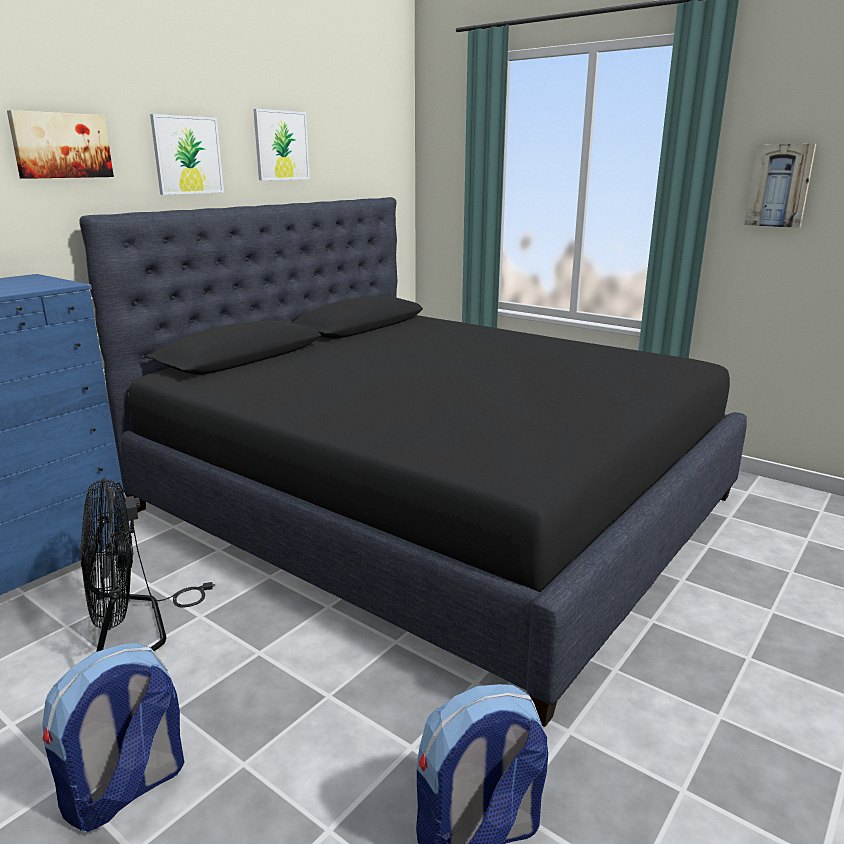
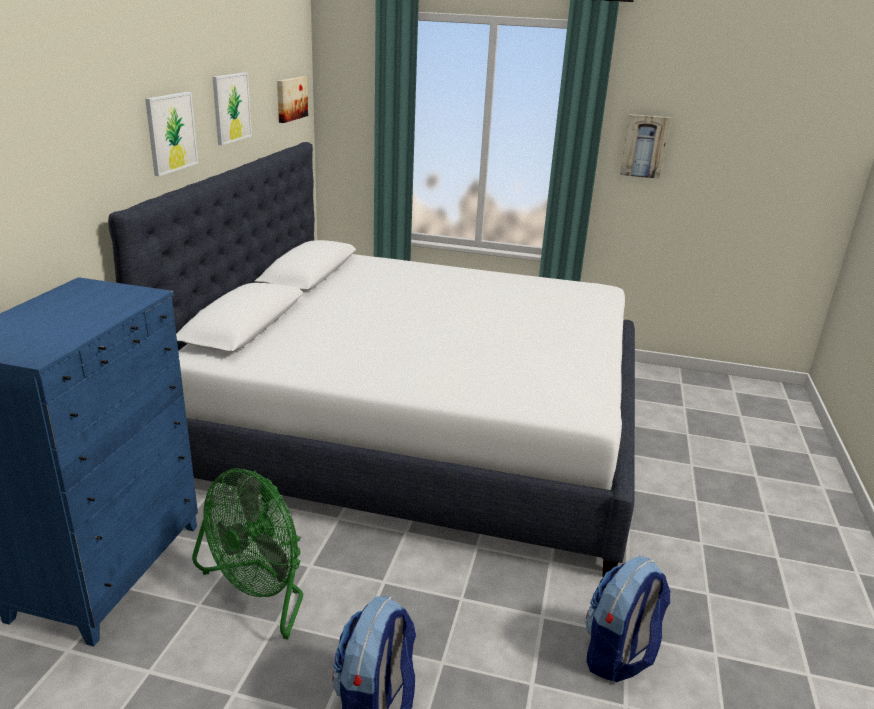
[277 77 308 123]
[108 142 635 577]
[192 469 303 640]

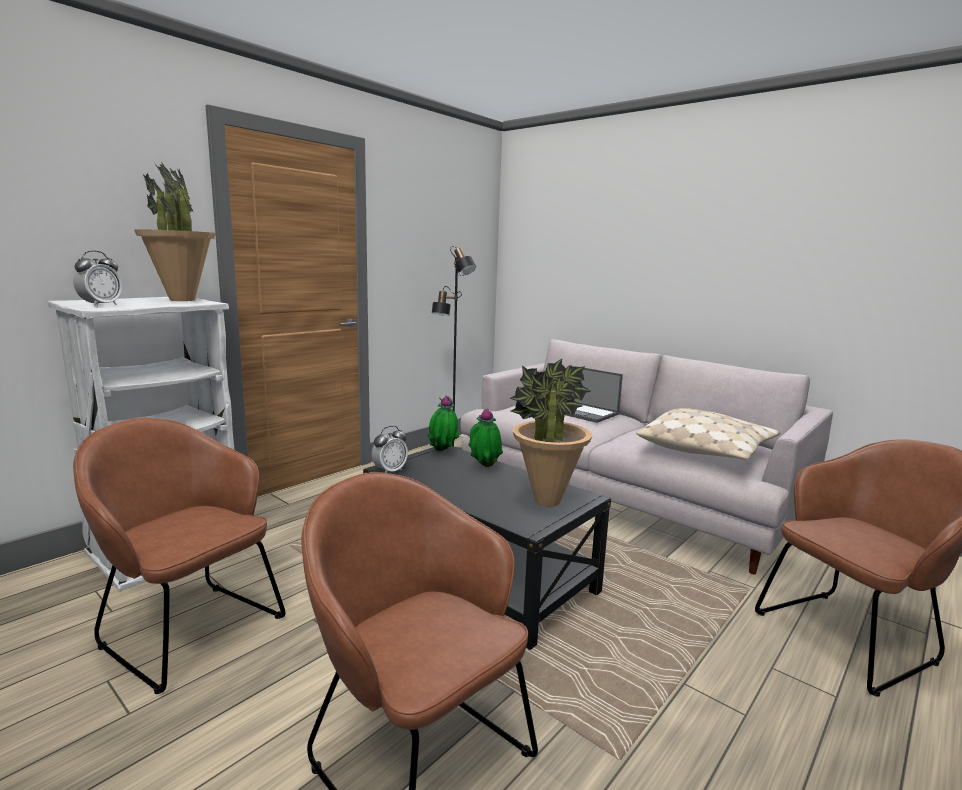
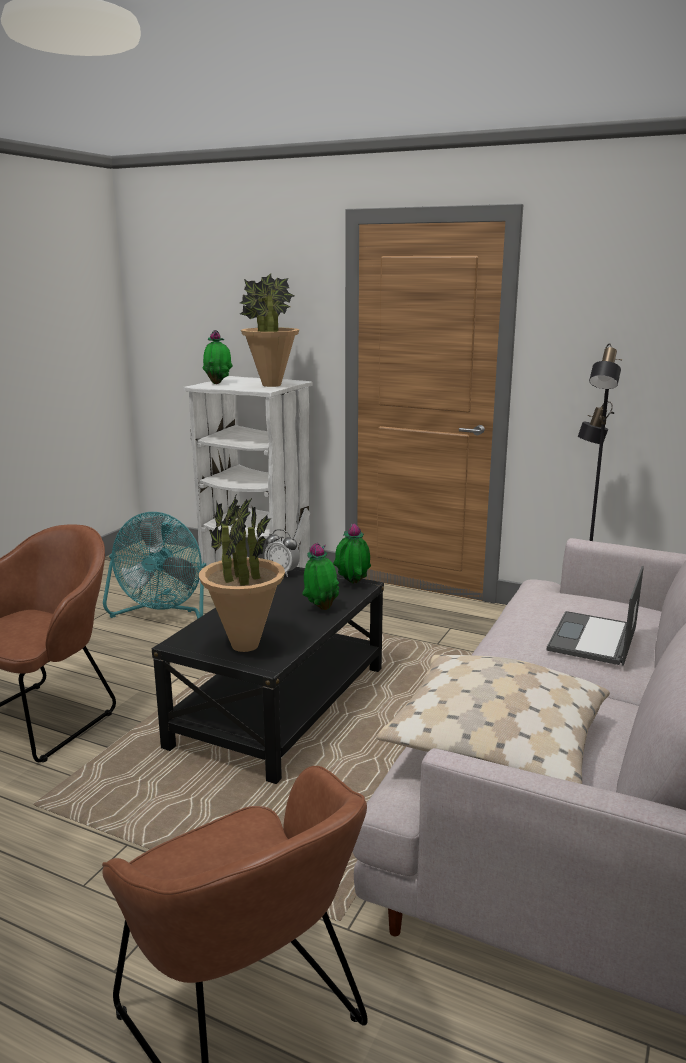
[203 330 233 384]
[103 512 206 619]

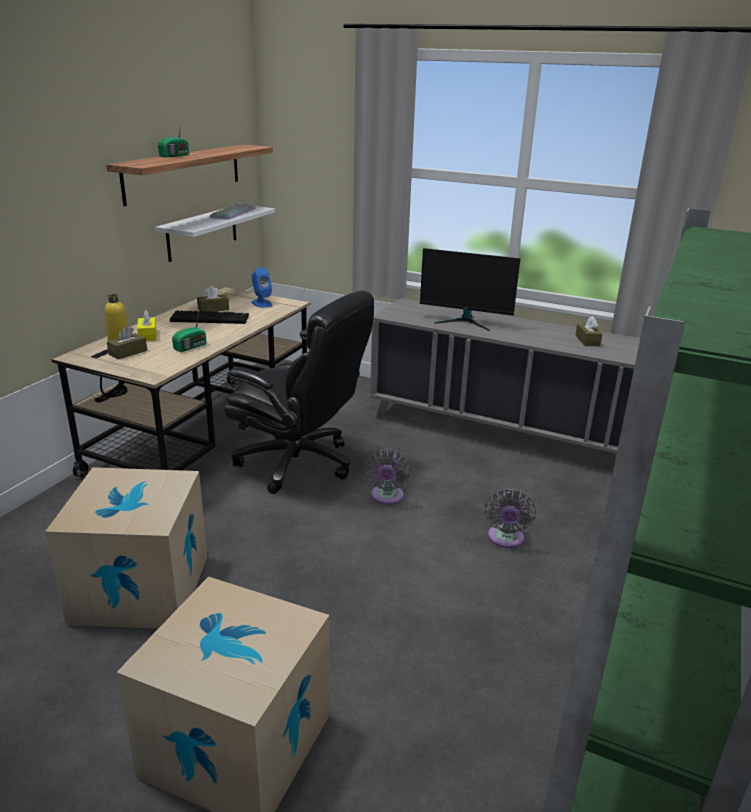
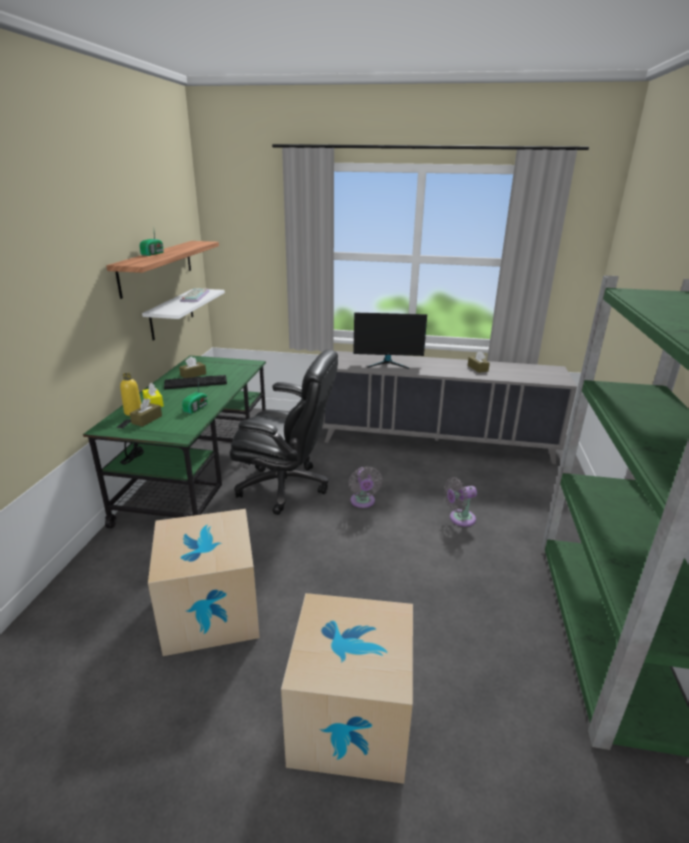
[252 267 272 308] (first image)
[83 356 266 529]
[444 477 477 527]

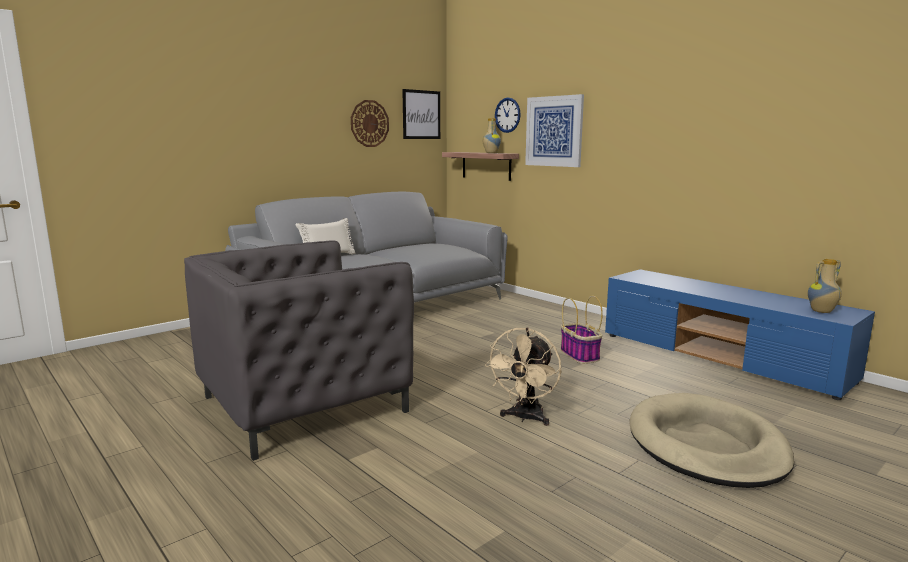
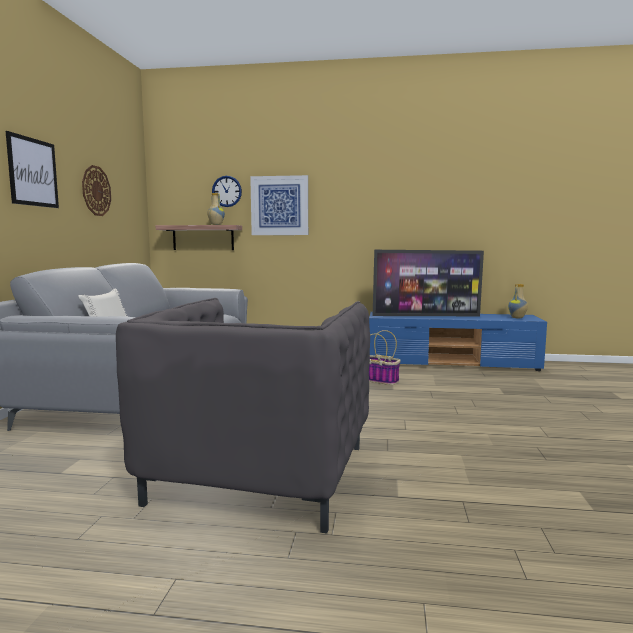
[485 327 561 426] (first image)
[629 393 794 488] (first image)
[373 250 484 316]
[6 131 59 208]

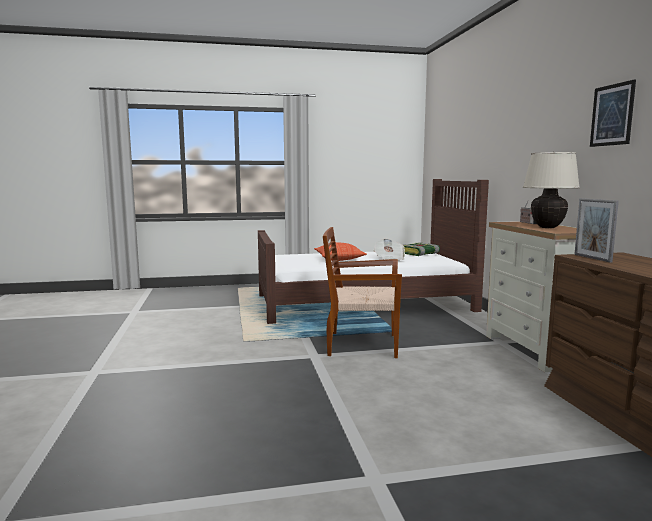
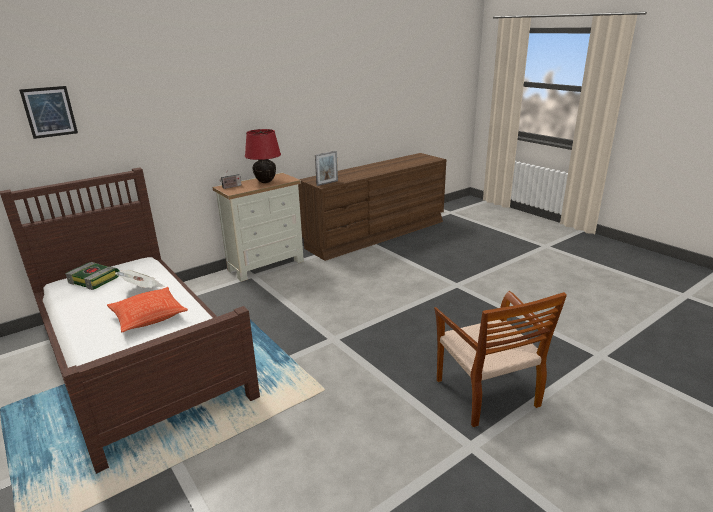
[434 291 567 427]
[19 86 78 139]
[245 129 281 183]

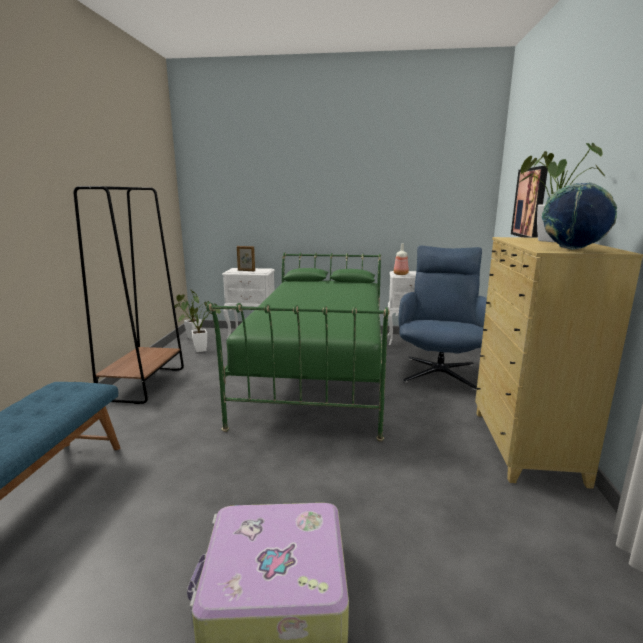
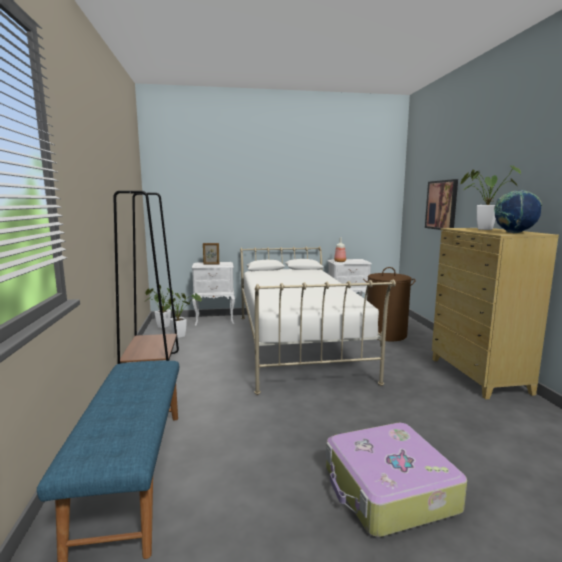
[363 267 416 342]
[240 246 396 395]

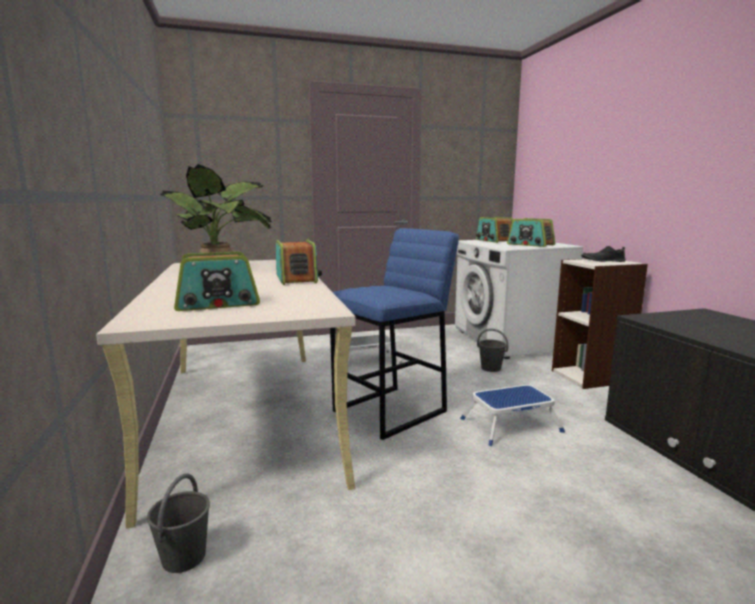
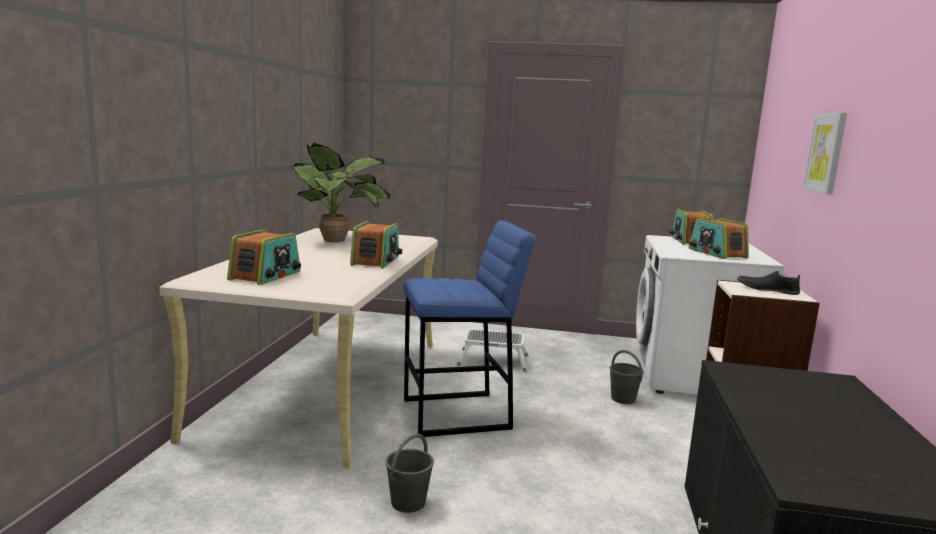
[460 385 565 446] (first image)
[803 112 847 194]
[386 434 434 513]
[227 229 301 285]

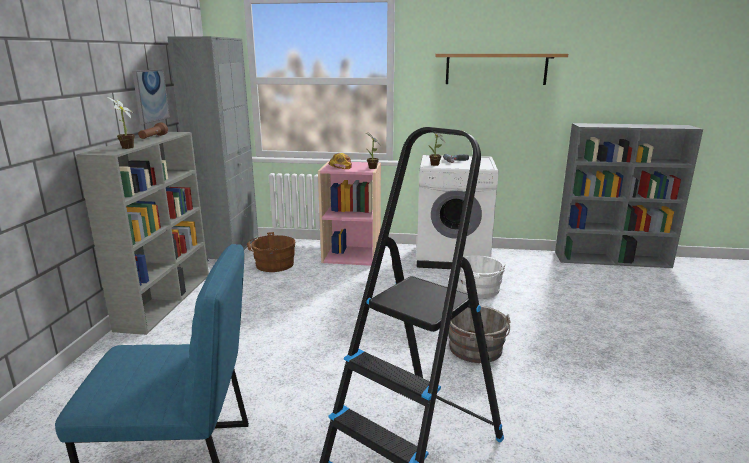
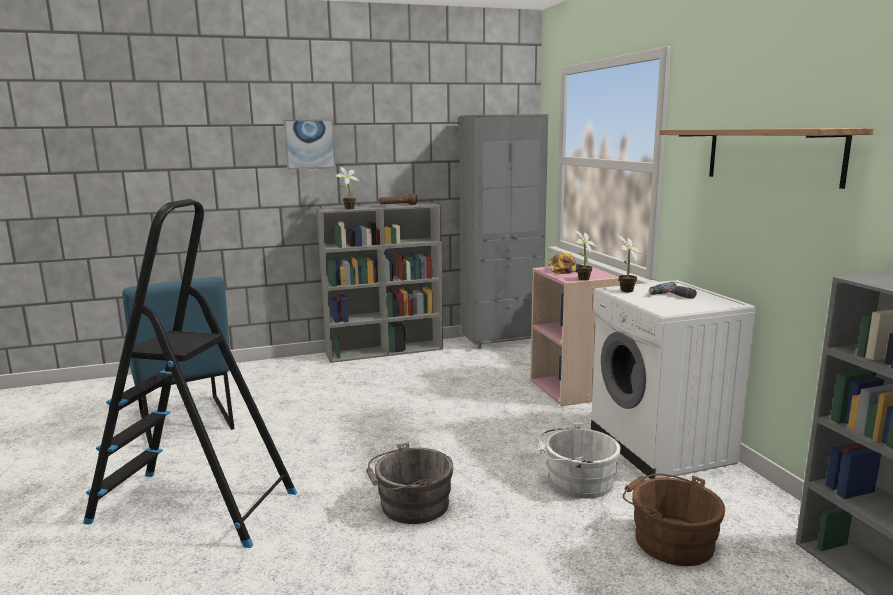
[284 119 336 170]
[623 474 725 566]

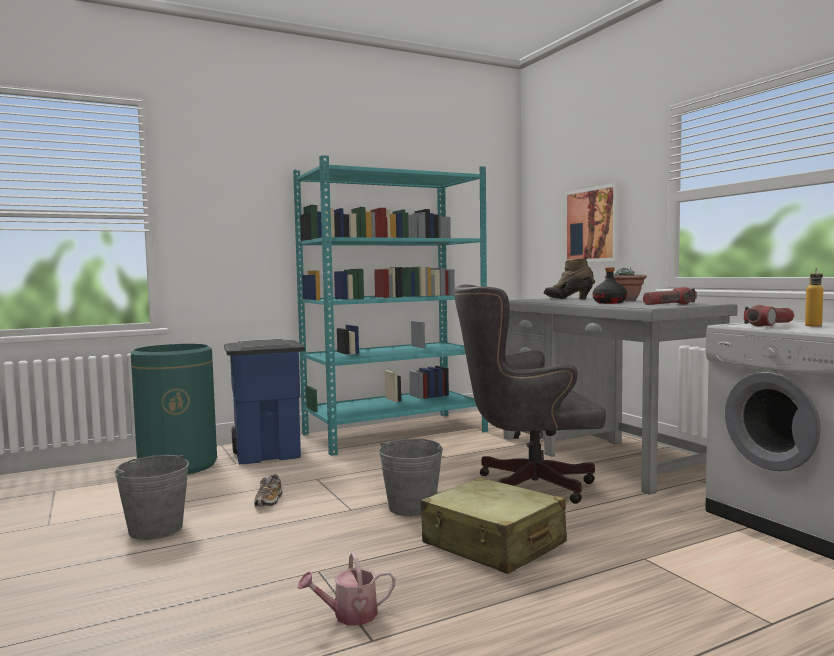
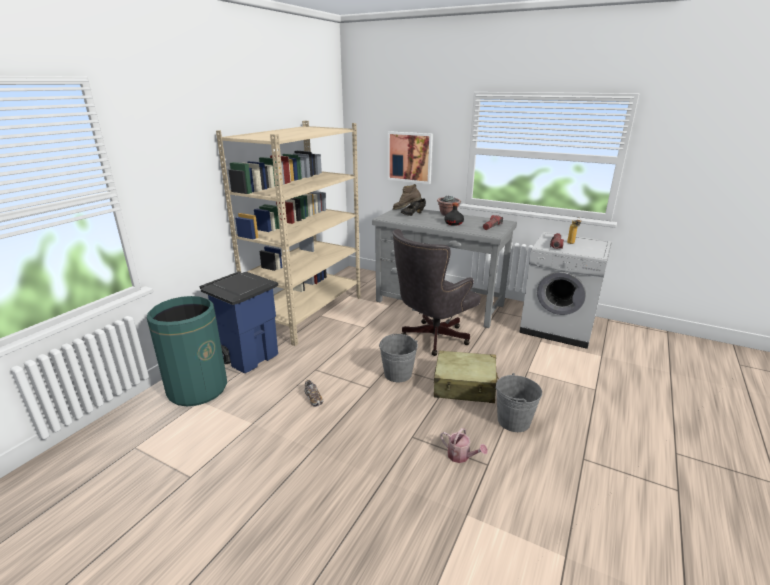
[495 373 542 432]
[216 121 361 346]
[440 428 488 463]

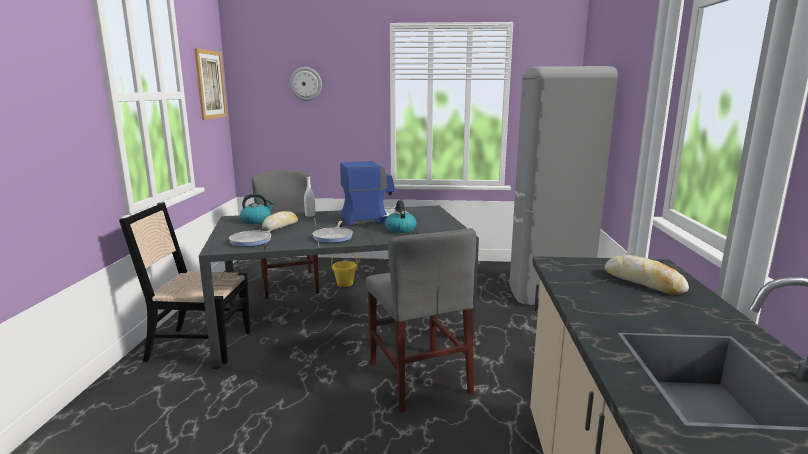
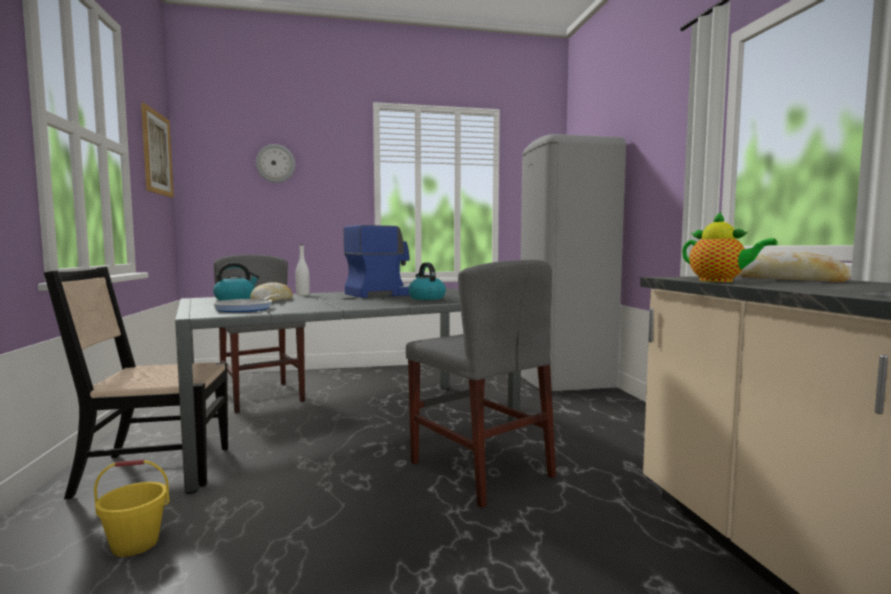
[313 221 353 243] (first image)
[682 211 778 282]
[94 459 169 557]

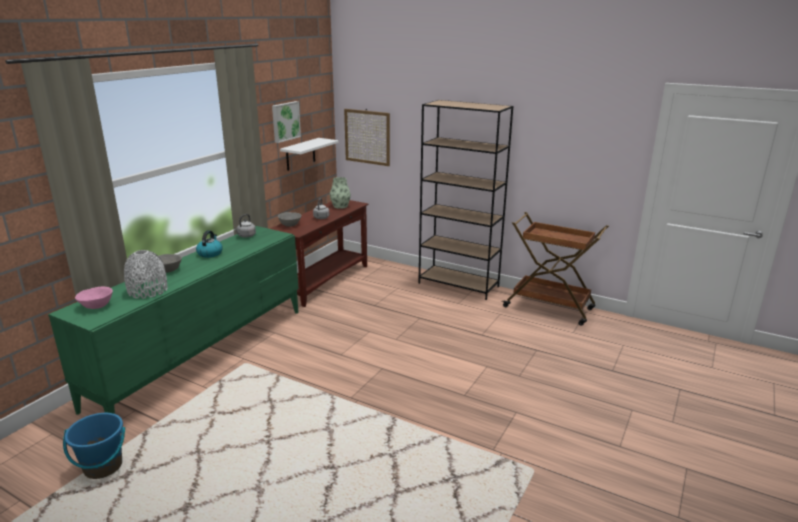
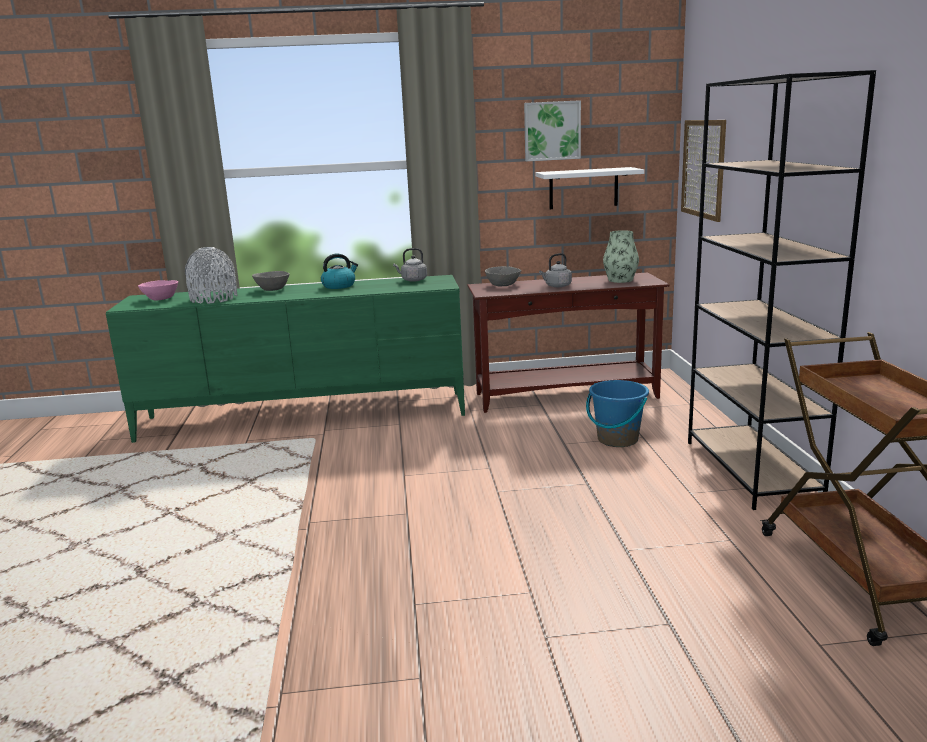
[586 380 649 447]

